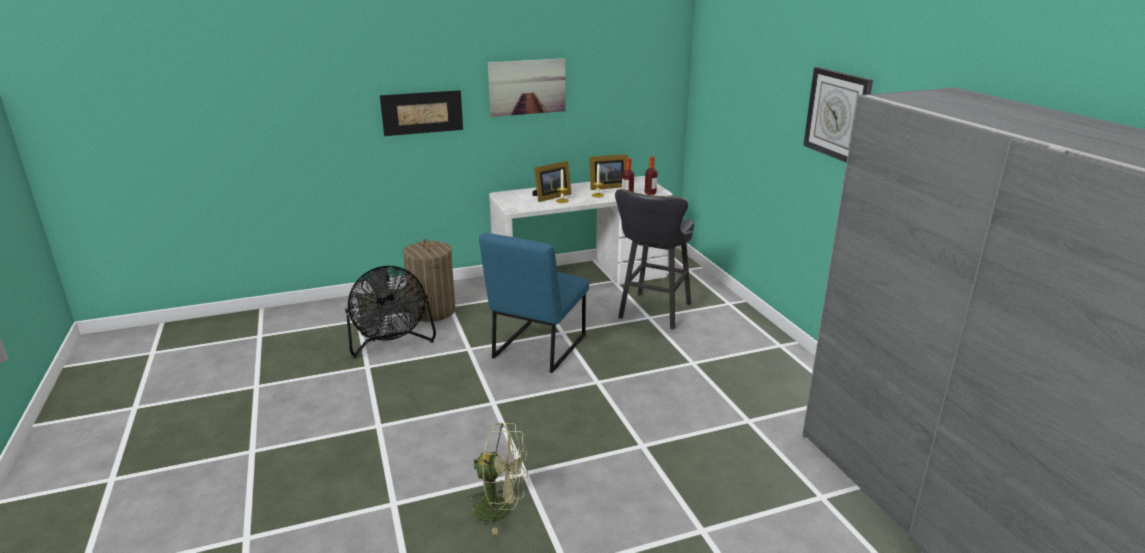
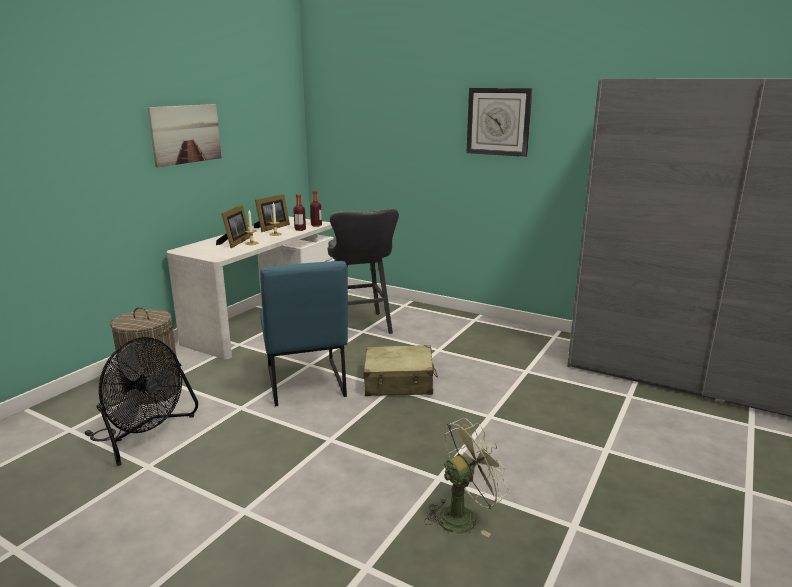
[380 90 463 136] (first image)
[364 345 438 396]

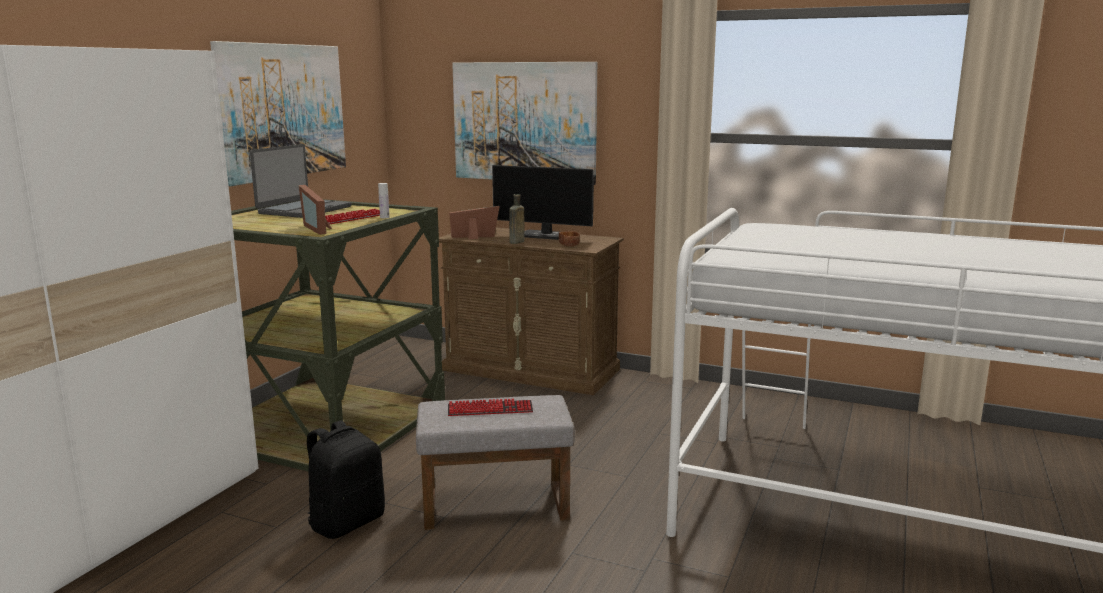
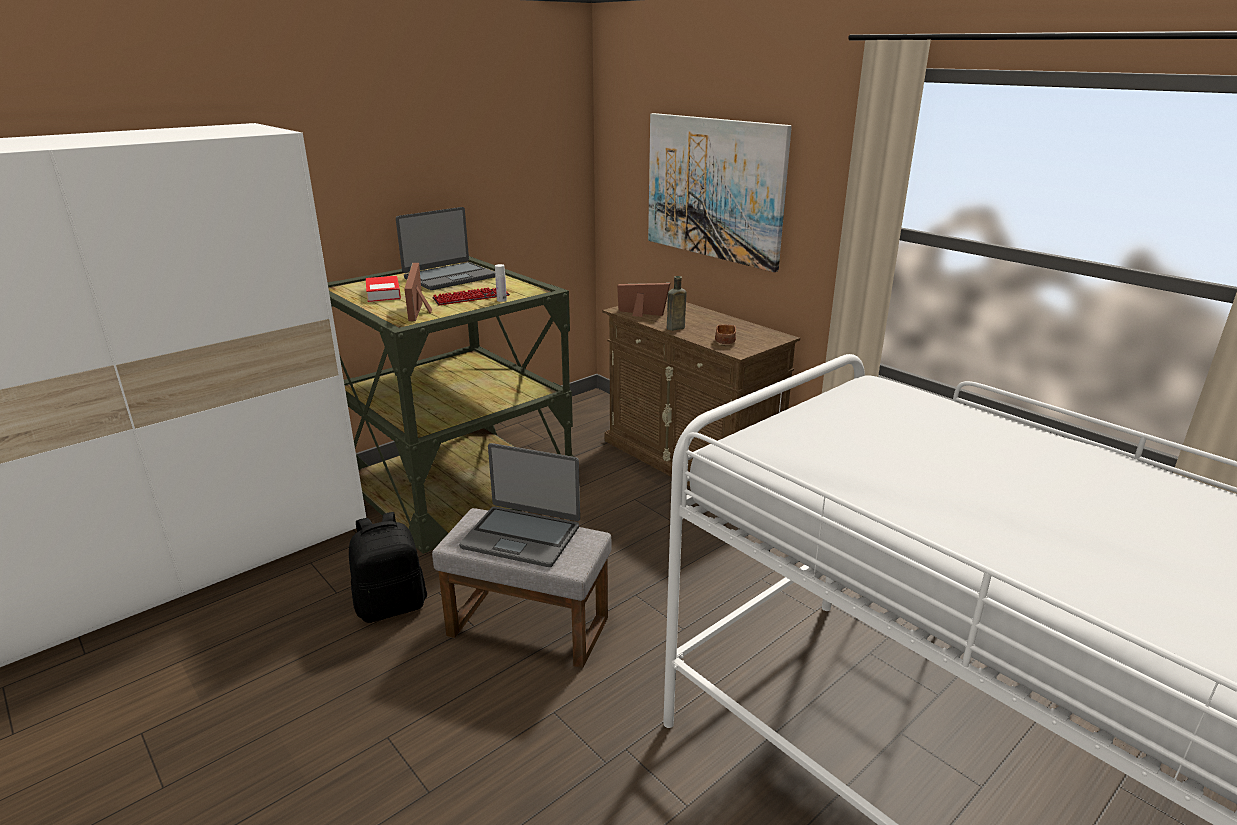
[210 41 346 186] (first image)
[492 165 594 240] (first image)
[366 276 401 302]
[459 443 580 567]

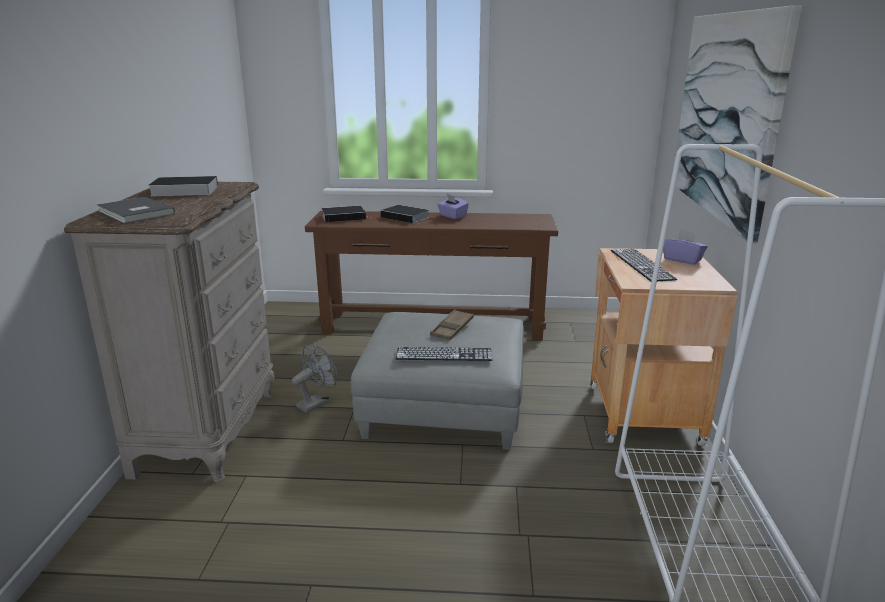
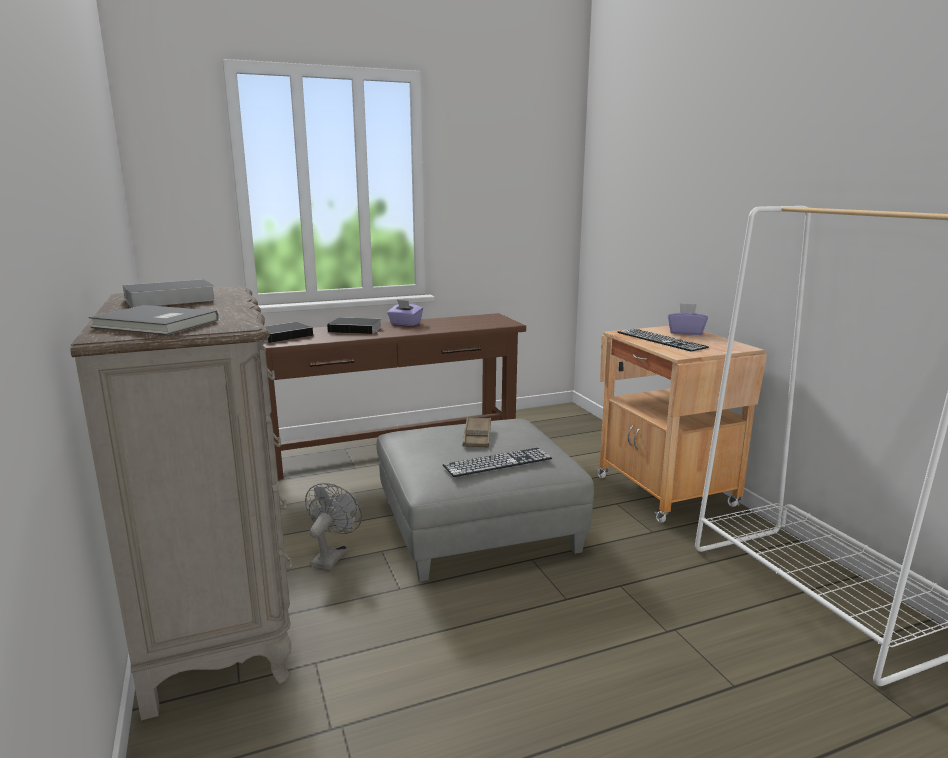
[676 6 802 243] (first image)

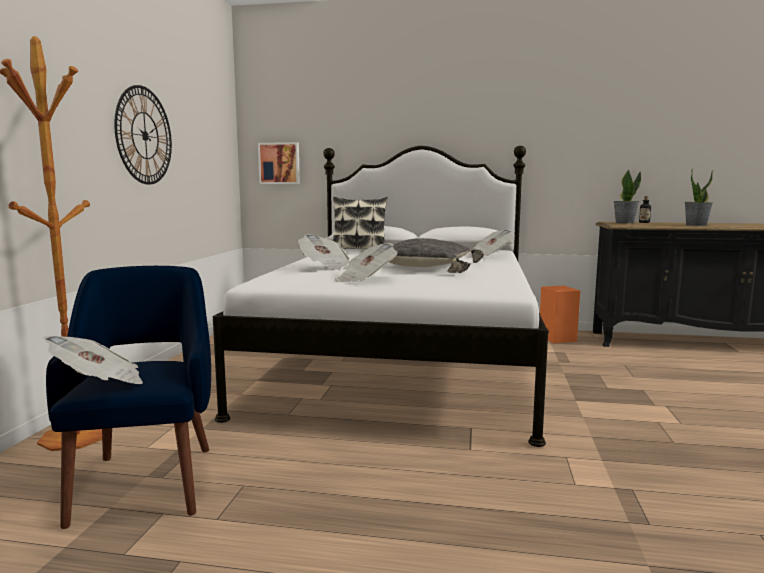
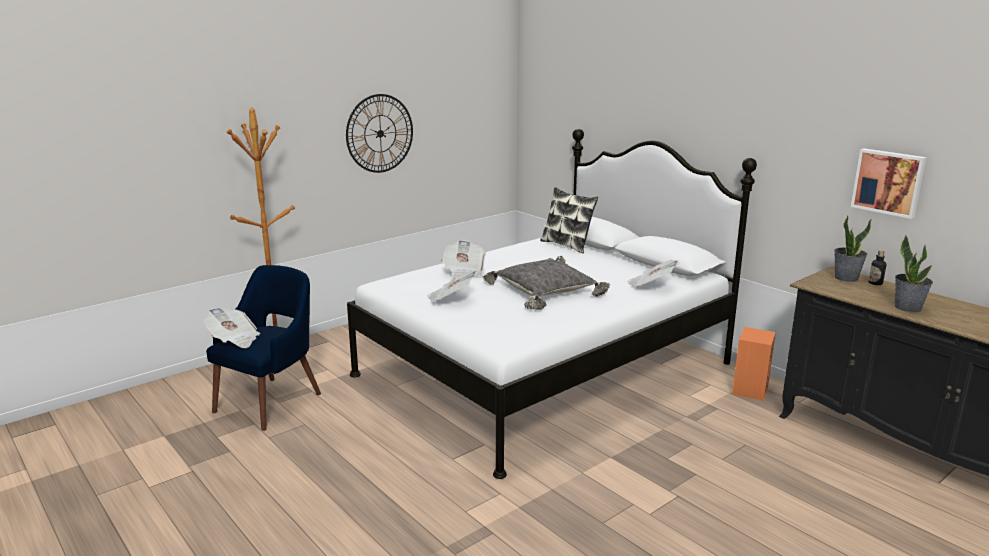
[851 148 926 219]

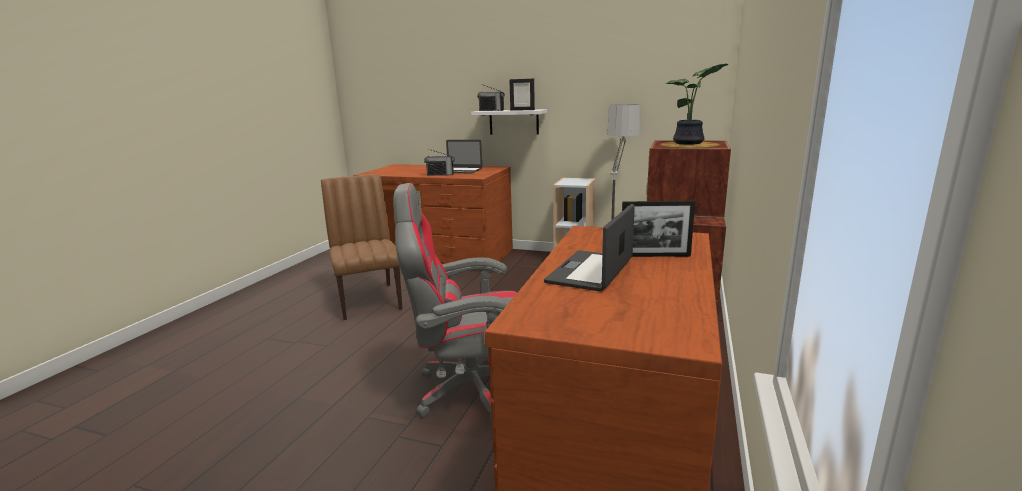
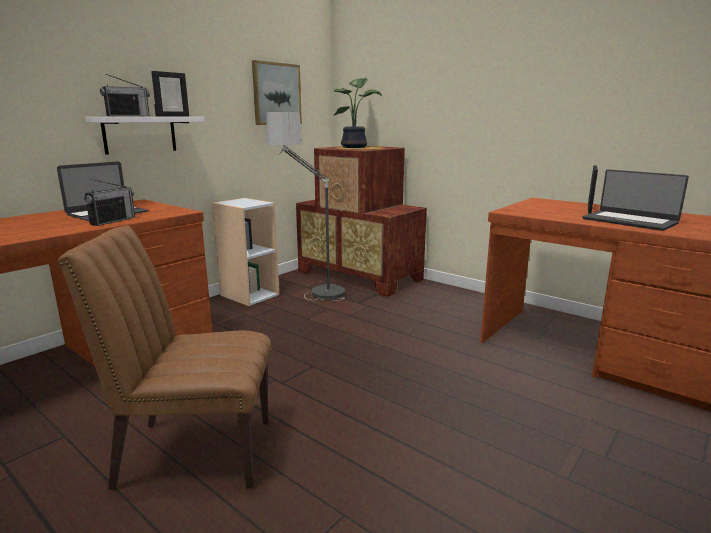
[393 183 517 423] (first image)
[252 60 302 125]

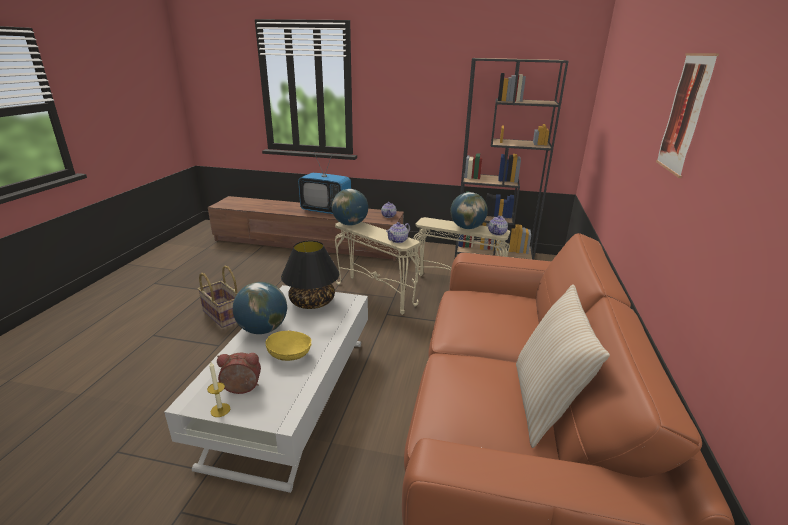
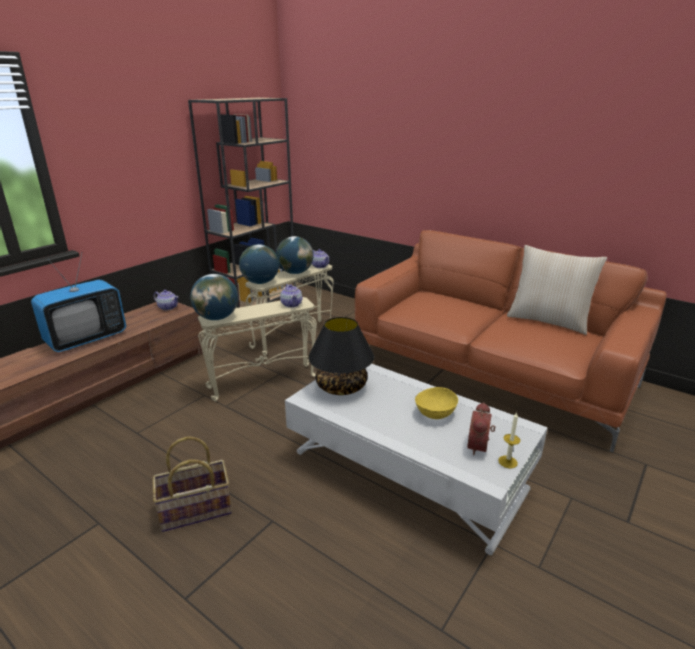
[656 53 719 178] (first image)
[239 244 279 284]

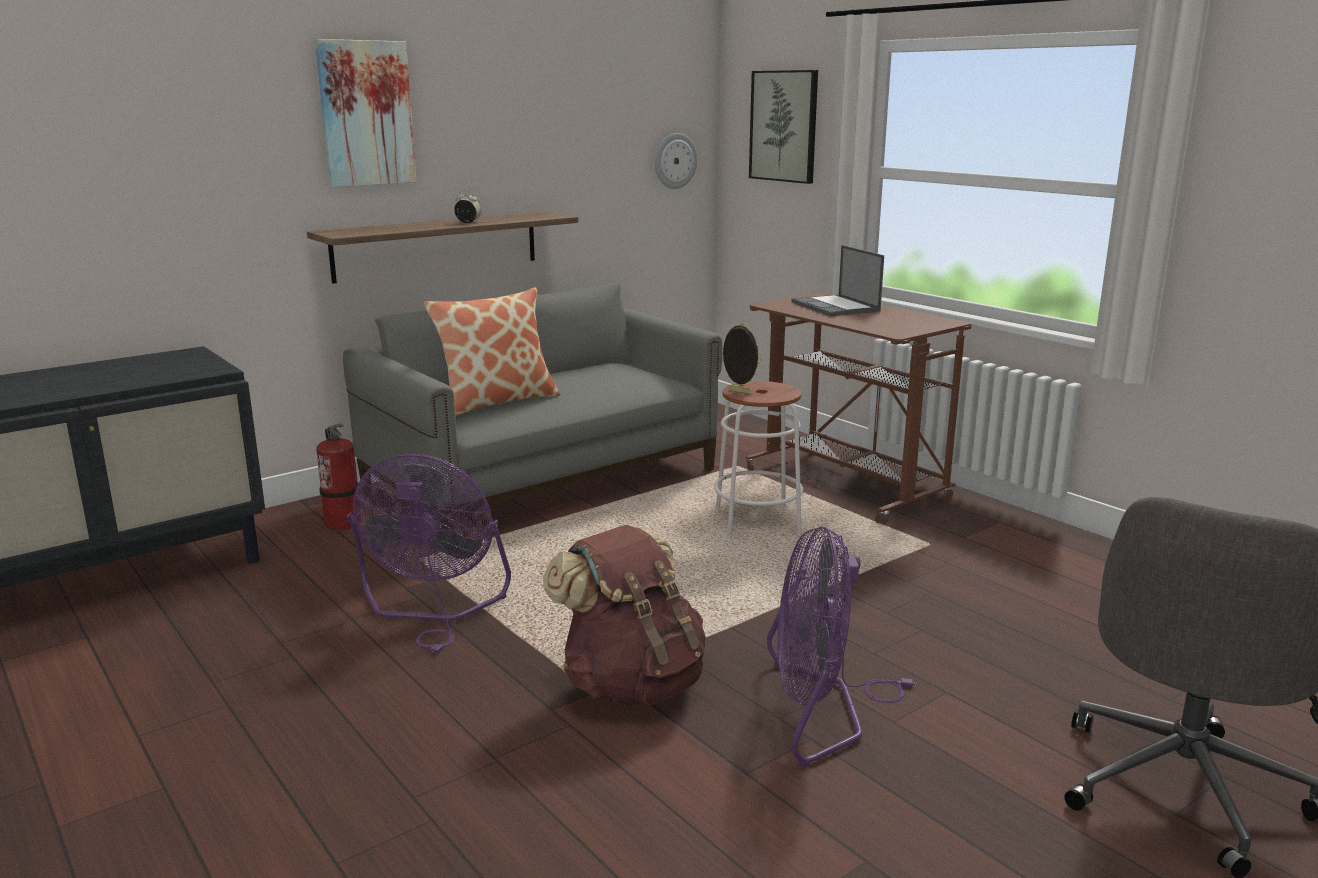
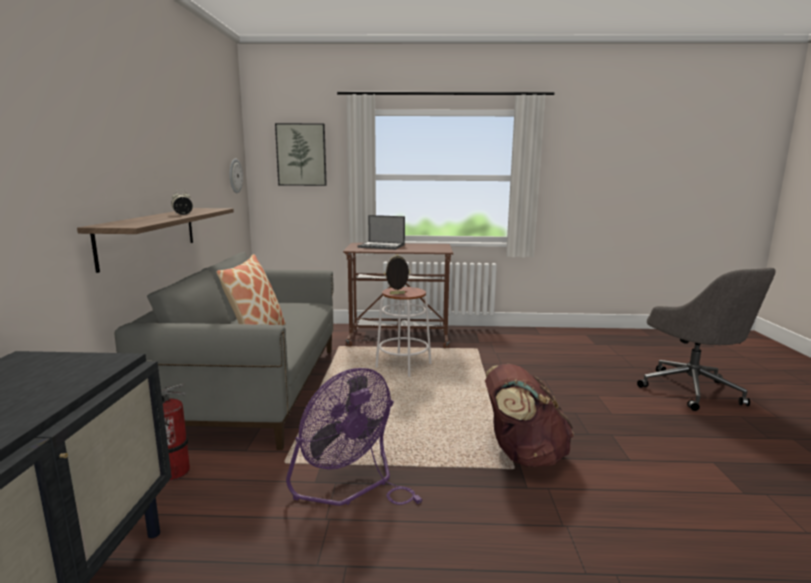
[315 39 417 187] (first image)
[767 526 916 769] (first image)

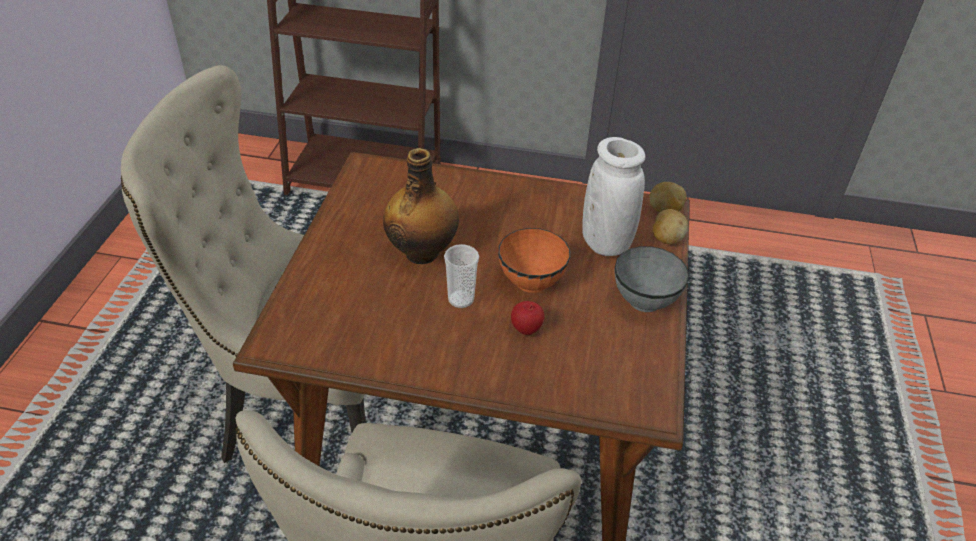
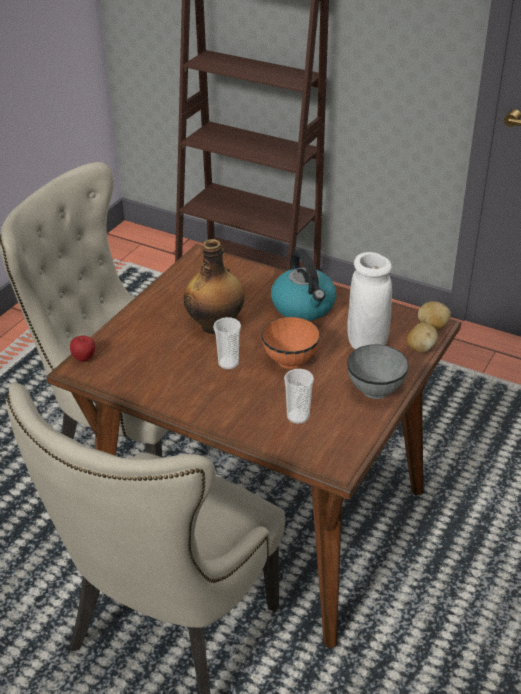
[271 249 336 321]
[284 369 314 424]
[70 336 95 362]

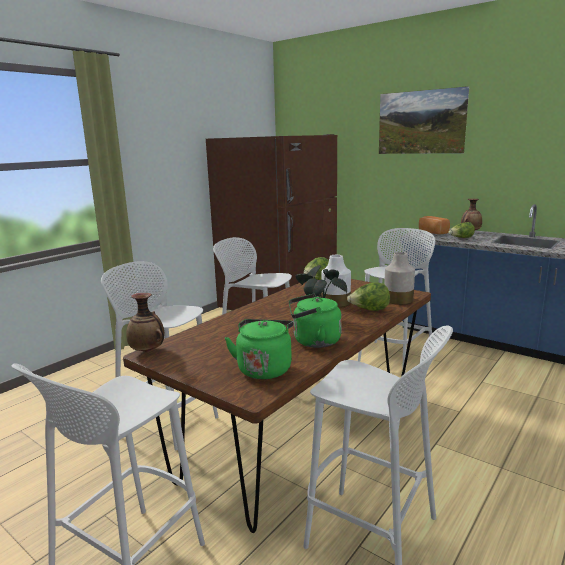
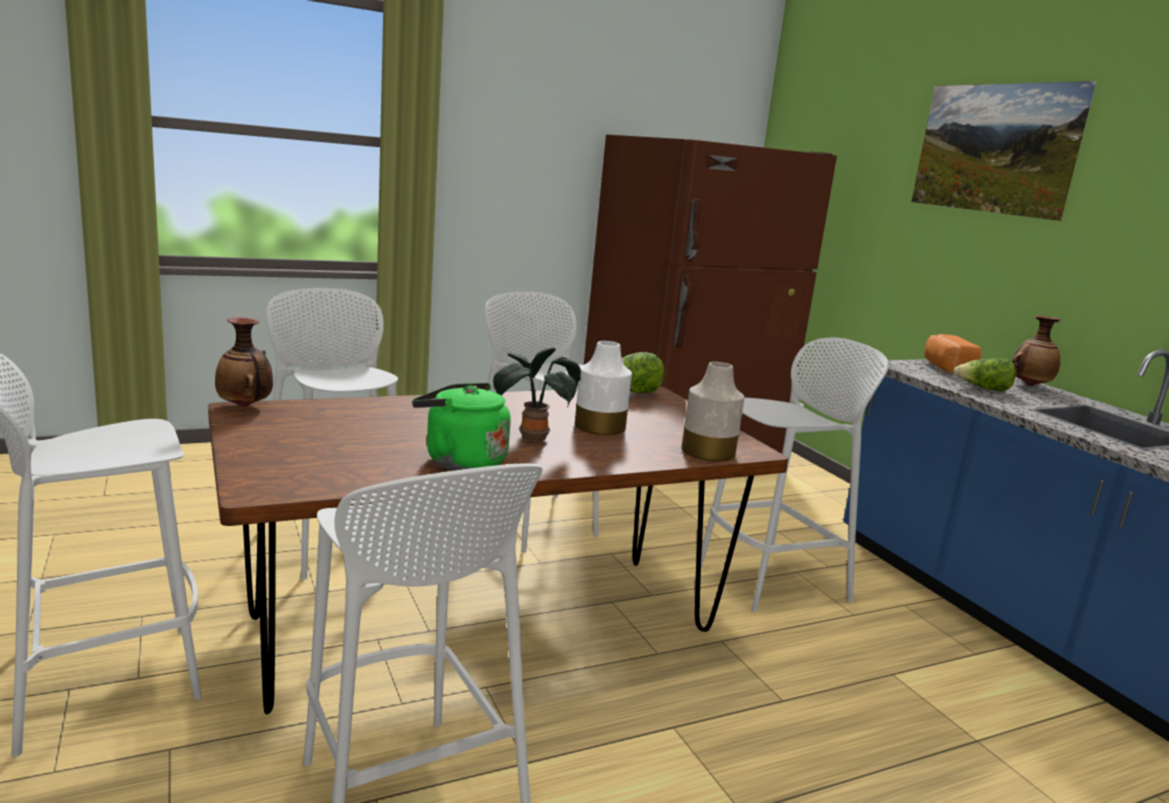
[225 319 293 379] (first image)
[347 283 390 311] (first image)

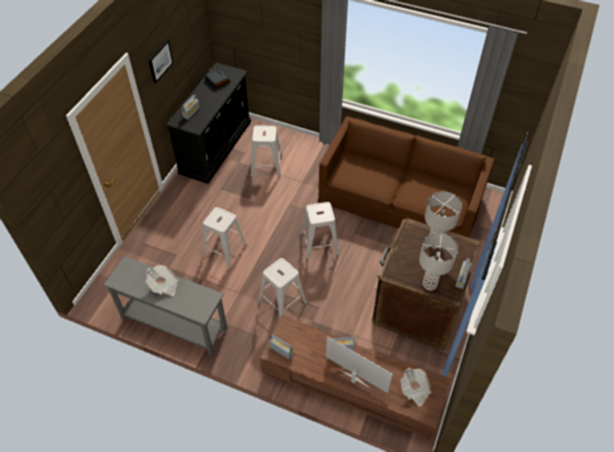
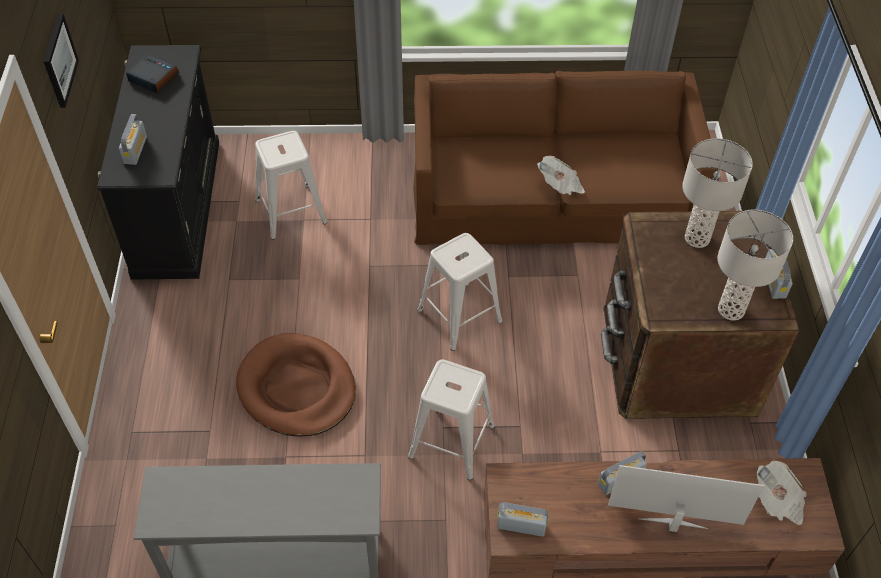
[537 156 585 195]
[236 333 356 436]

